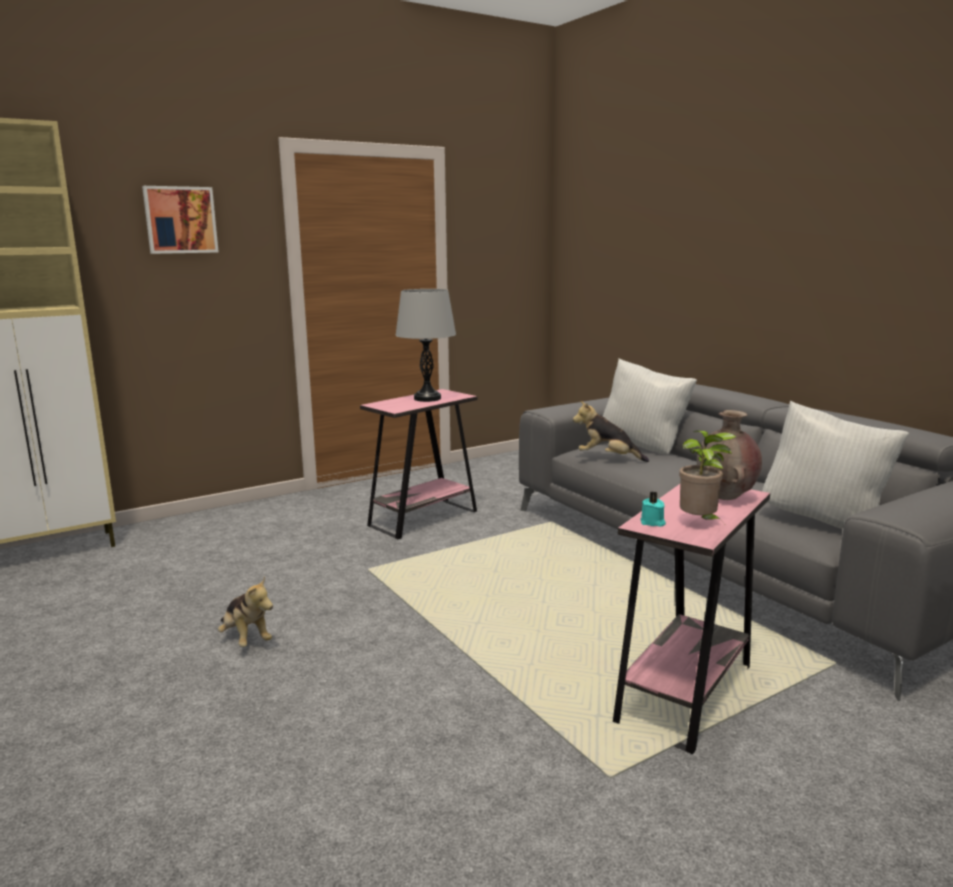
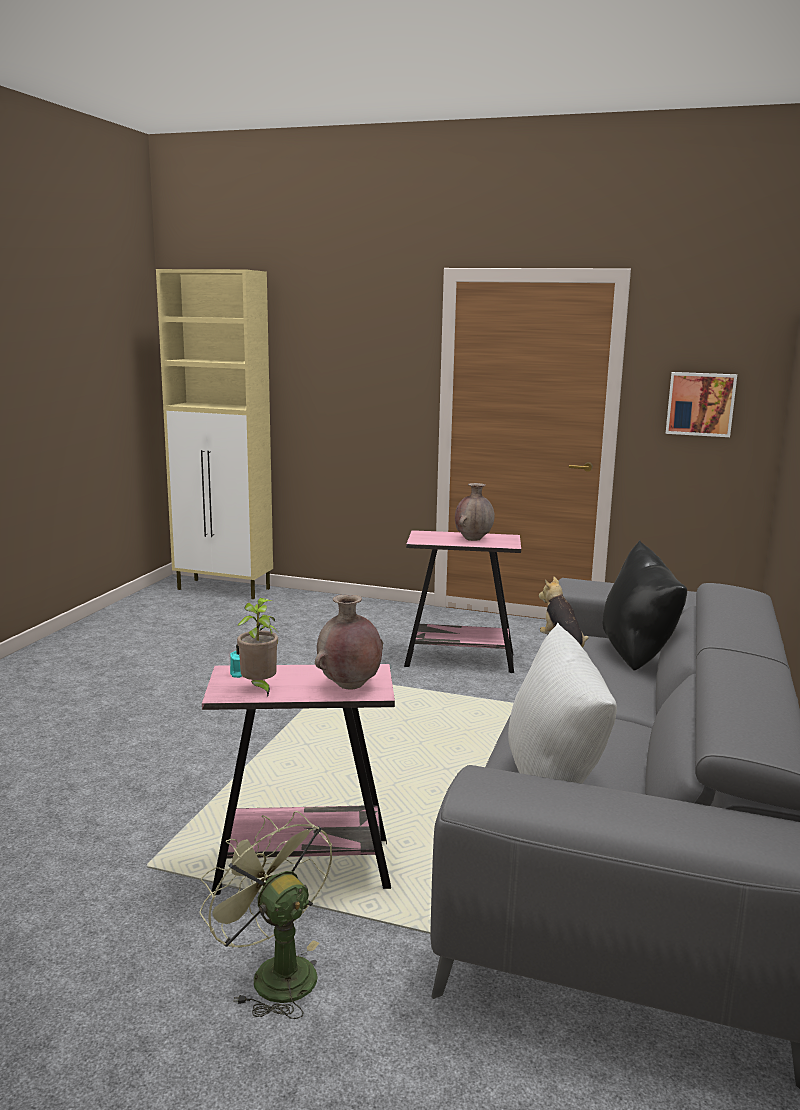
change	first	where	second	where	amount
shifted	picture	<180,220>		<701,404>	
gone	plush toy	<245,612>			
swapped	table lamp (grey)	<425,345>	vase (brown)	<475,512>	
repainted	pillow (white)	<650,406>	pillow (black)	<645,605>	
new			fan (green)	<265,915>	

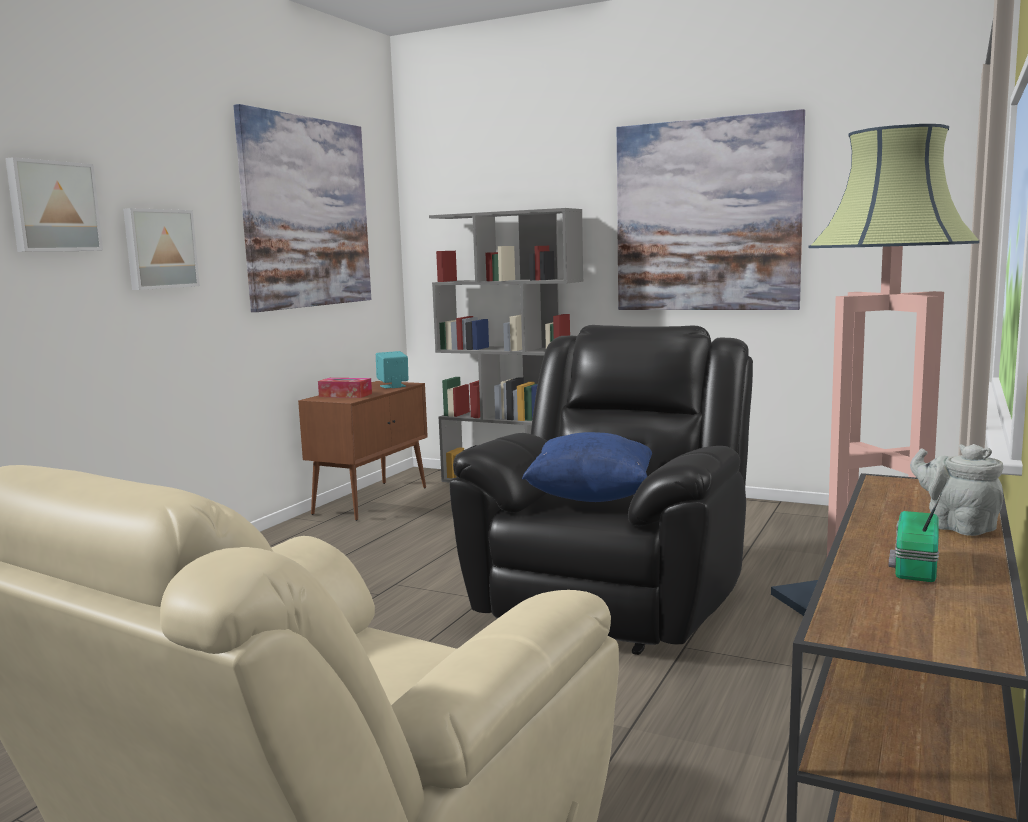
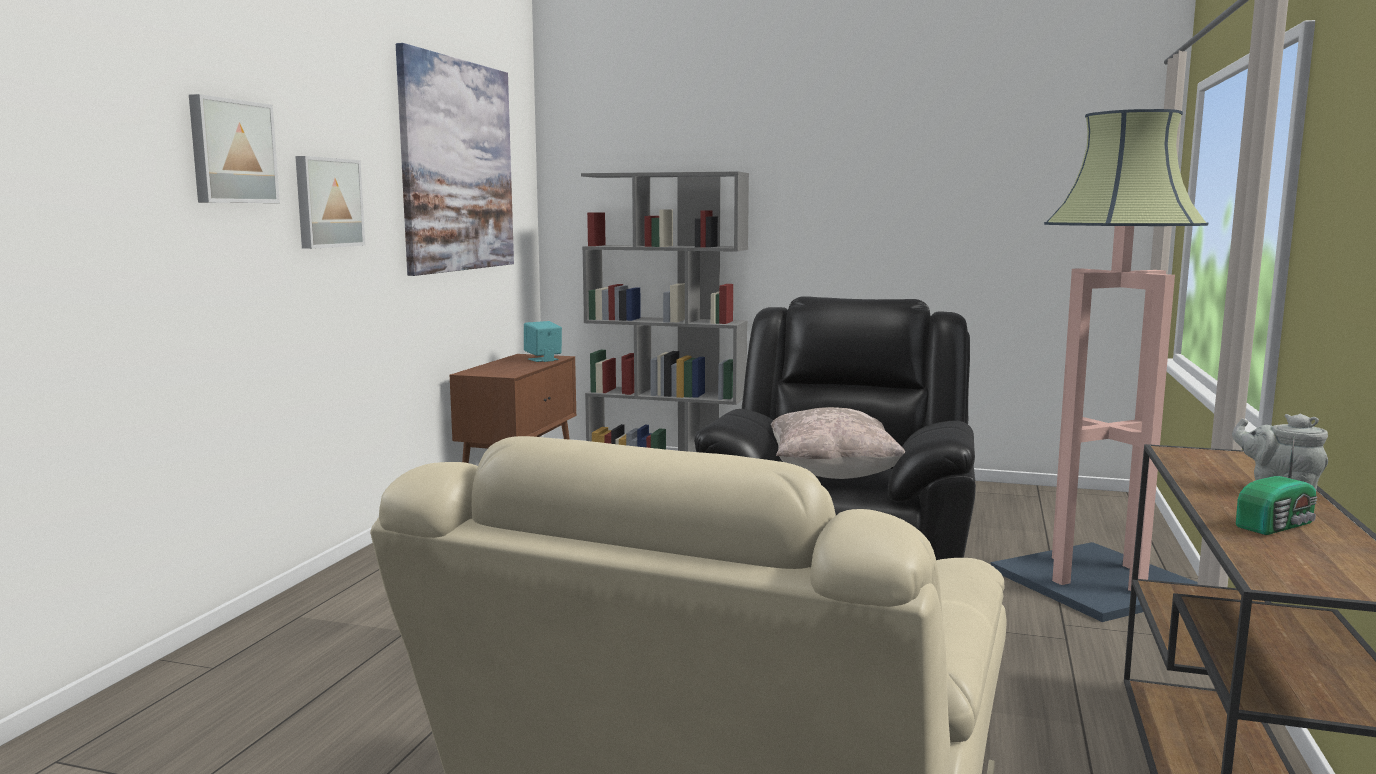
change	first	where	second	where	amount
gone	tissue box	<345,388>			
repainted	pillow (blue)	<587,467>	pillow (beige)	<838,443>	
gone	picture	<711,209>			
rotated	radio	<915,538>		<1276,485>	135 degrees counterclockwise

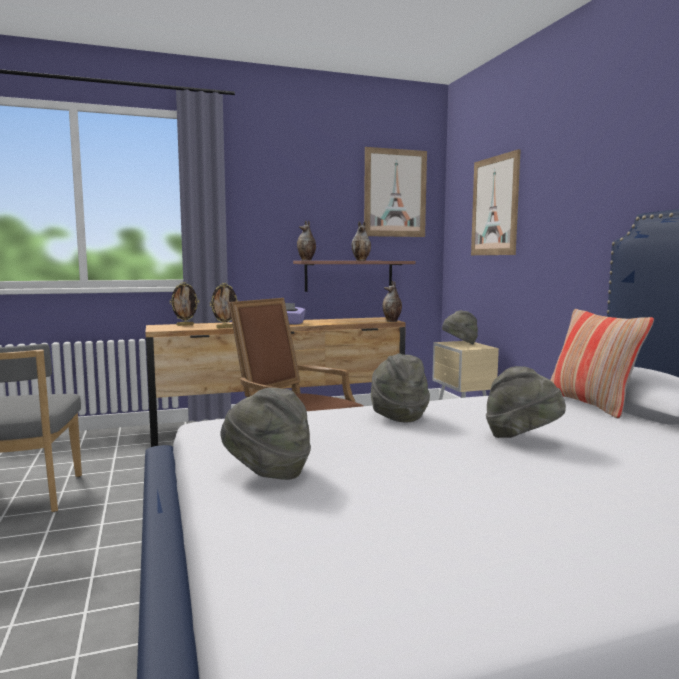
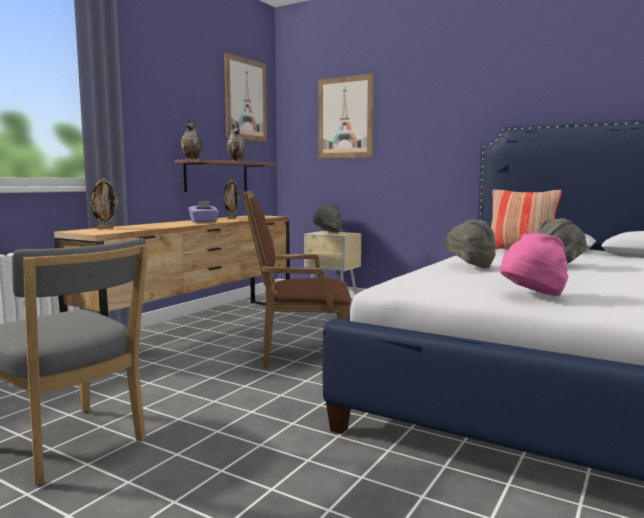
change	first	where	second	where	amount
shifted	picture frame	<224,305>		<232,199>	
repainted	hat (grey)	<265,434>	hat (pink)	<534,264>	
gone	vase	<392,301>			

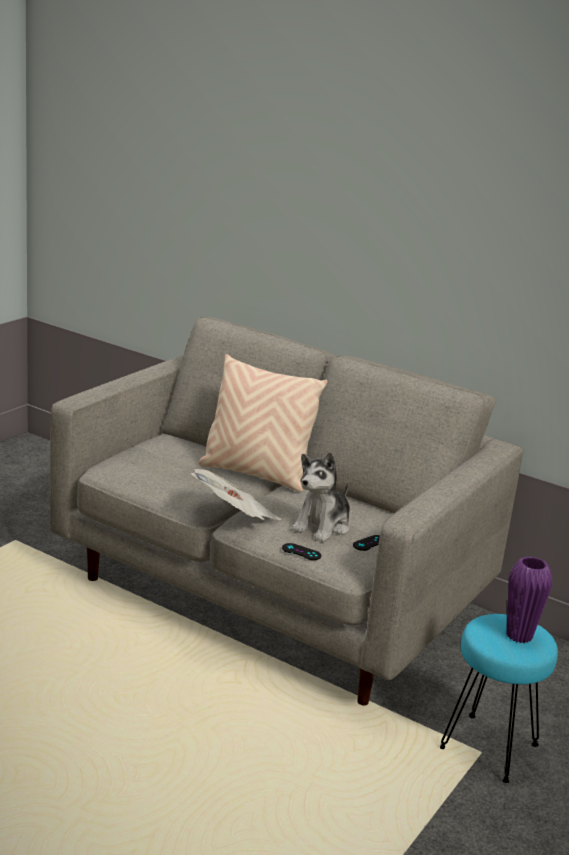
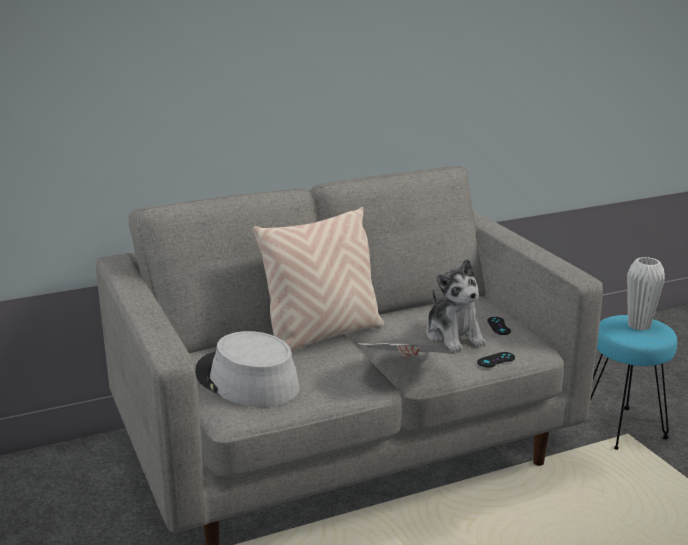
change	first	where	second	where	amount
repainted	vase (purple)	<529,599>	vase (white)	<646,294>	
new			hat (grey)	<247,369>	

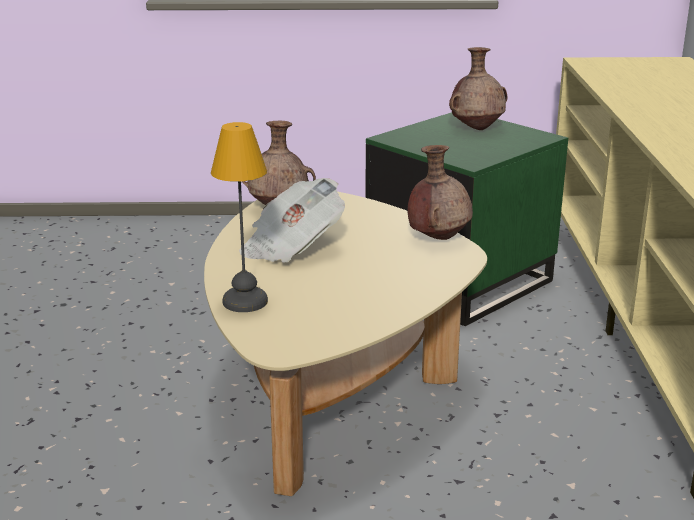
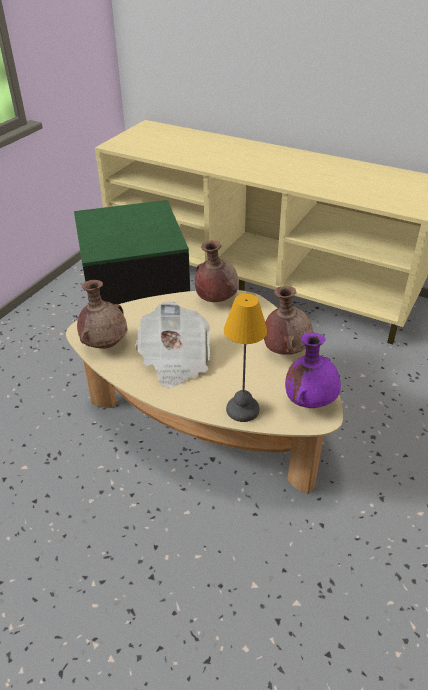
change	first	where	second	where	amount
shifted	vase (brown)	<478,88>		<288,320>	
new			vase (purple)	<313,370>	

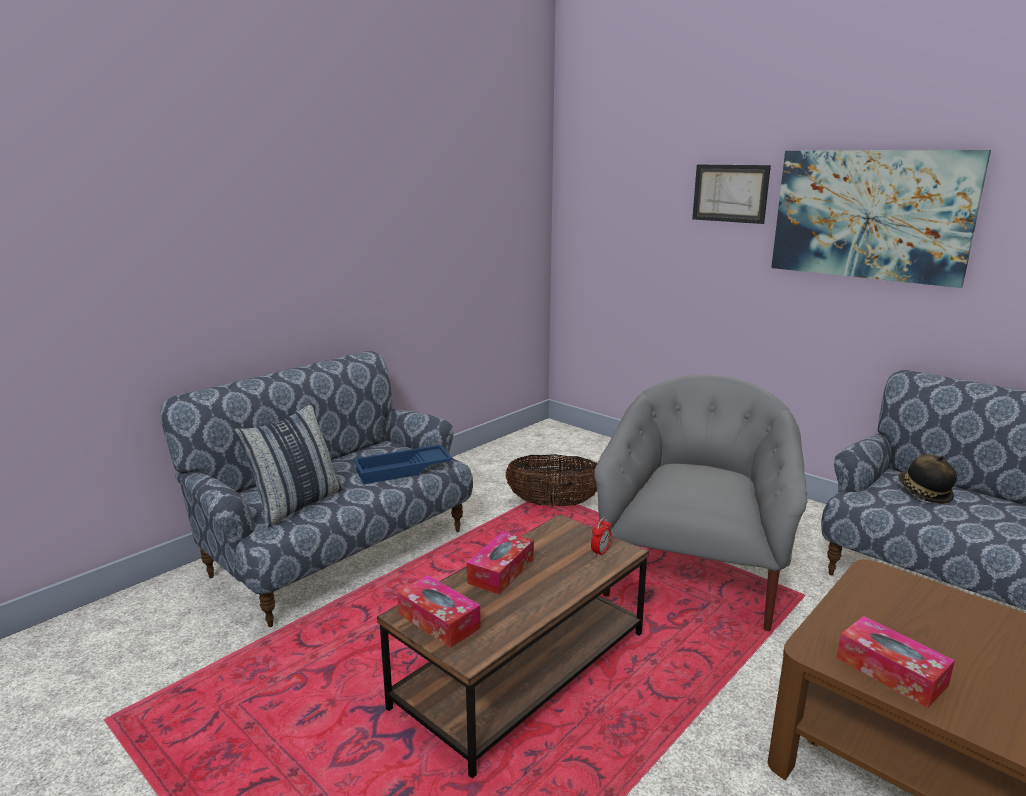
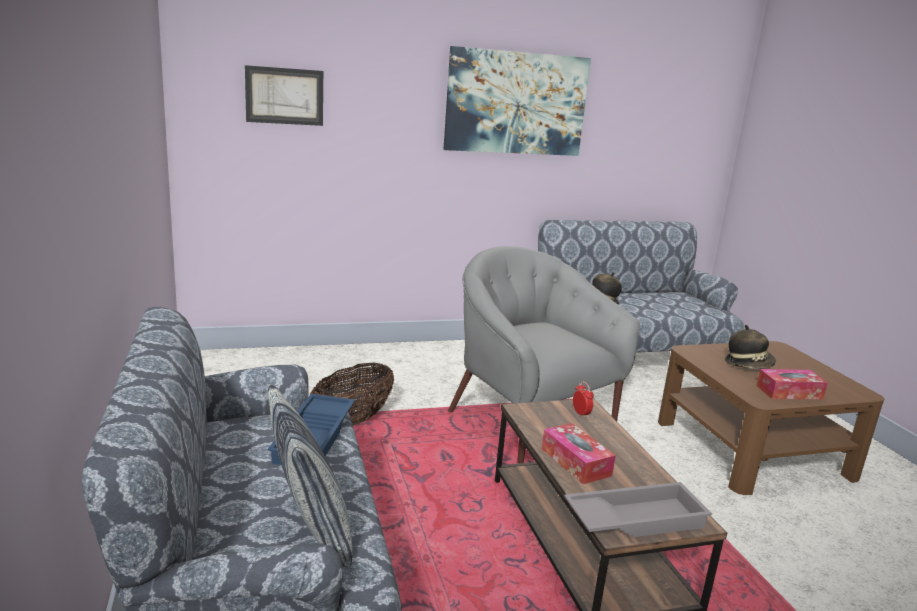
change	first	where	second	where	amount
swapped	tissue box	<439,611>	tray (grey)	<638,509>	
shifted	picture	<731,194>		<284,95>	
new			hat	<750,347>	

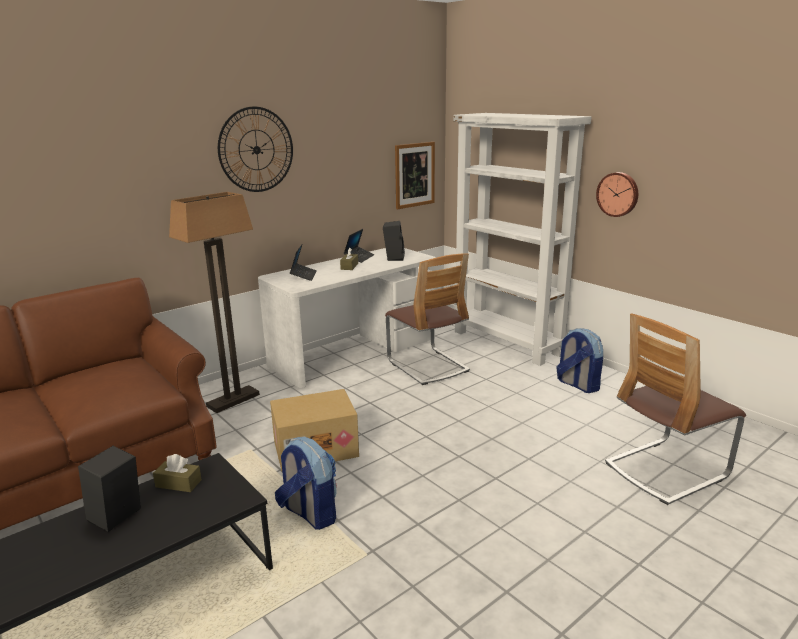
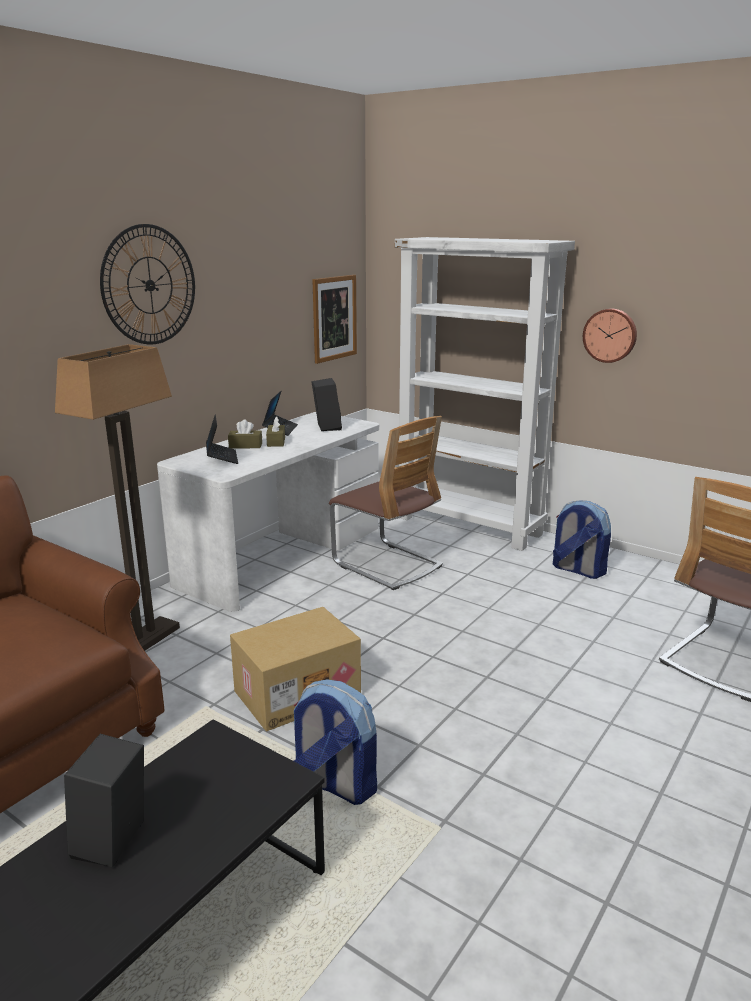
change	first	where	second	where	amount
shifted	tissue box (brown)	<177,473>		<245,434>	

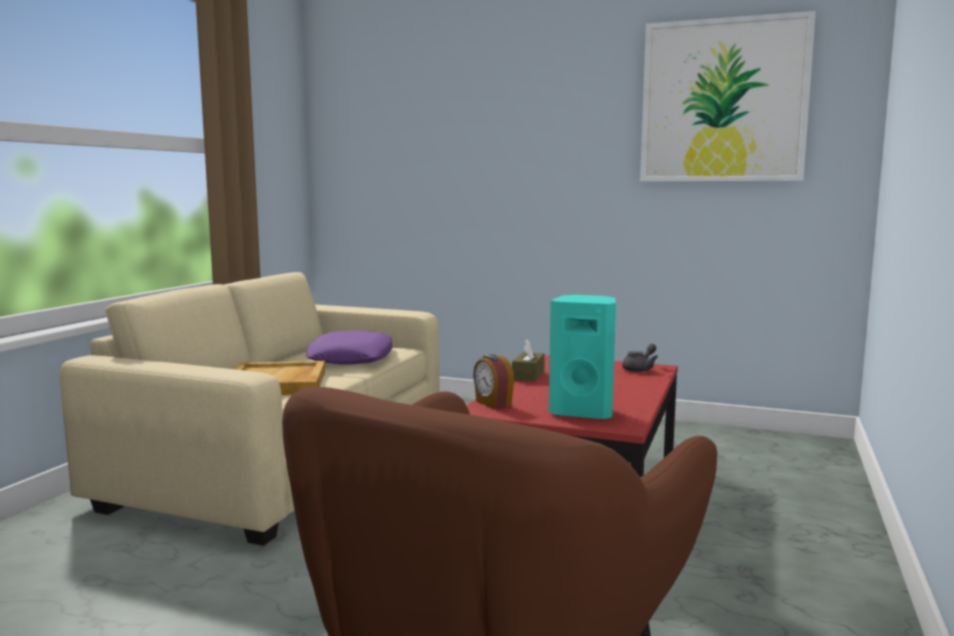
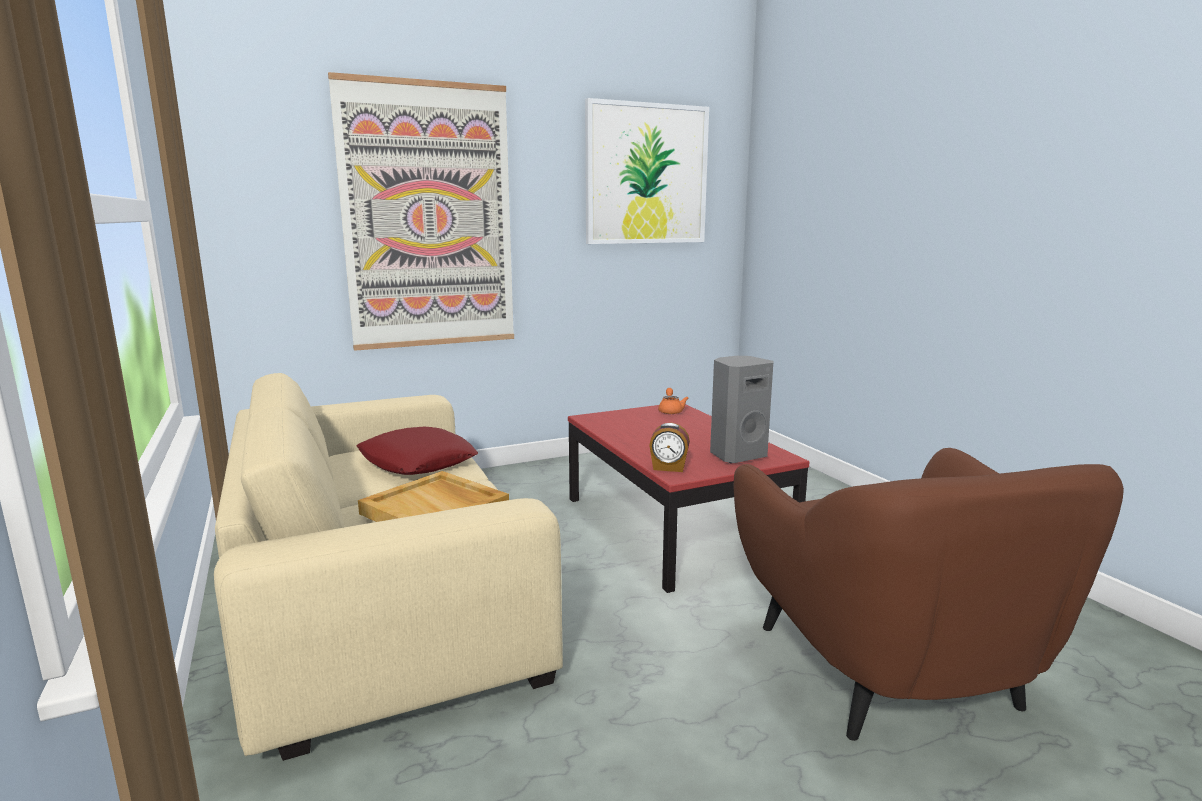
change	first	where	second	where	amount
repainted	pillow (purple)	<349,347>	pillow (red)	<417,451>	
gone	tissue box (brown)	<528,360>			
repainted	speaker (turquoise)	<582,357>	speaker (grey)	<741,409>	
repainted	teapot (grey)	<640,358>	teapot (orange)	<673,401>	
new			picture	<421,211>	

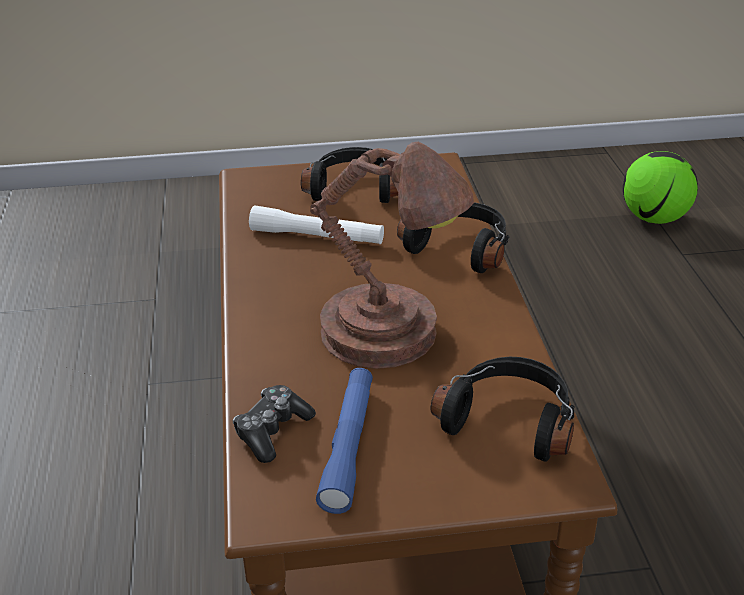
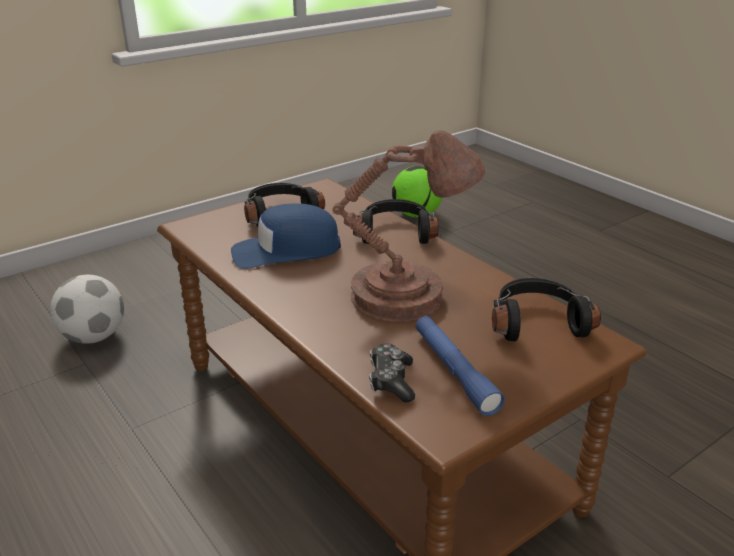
change	first	where	second	where	amount
swapped	flashlight (white)	<316,225>	cap (blue)	<286,236>	
new			football	<87,309>	

